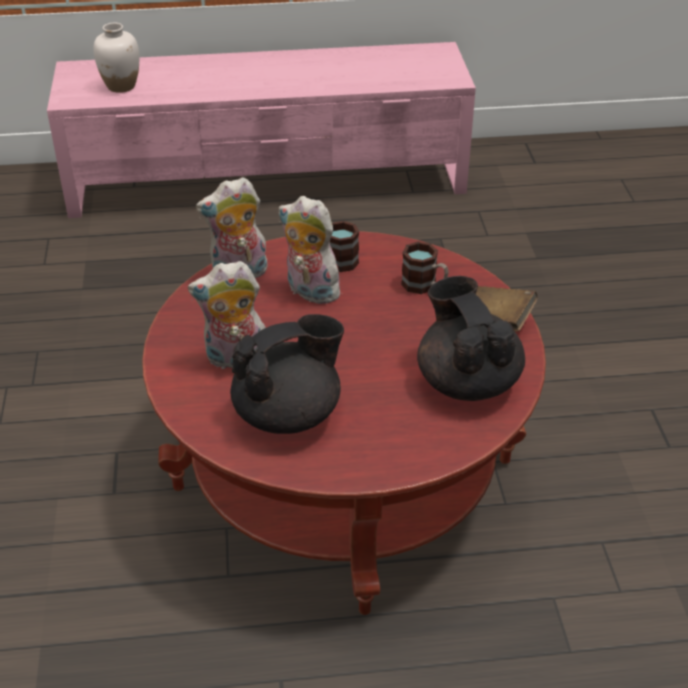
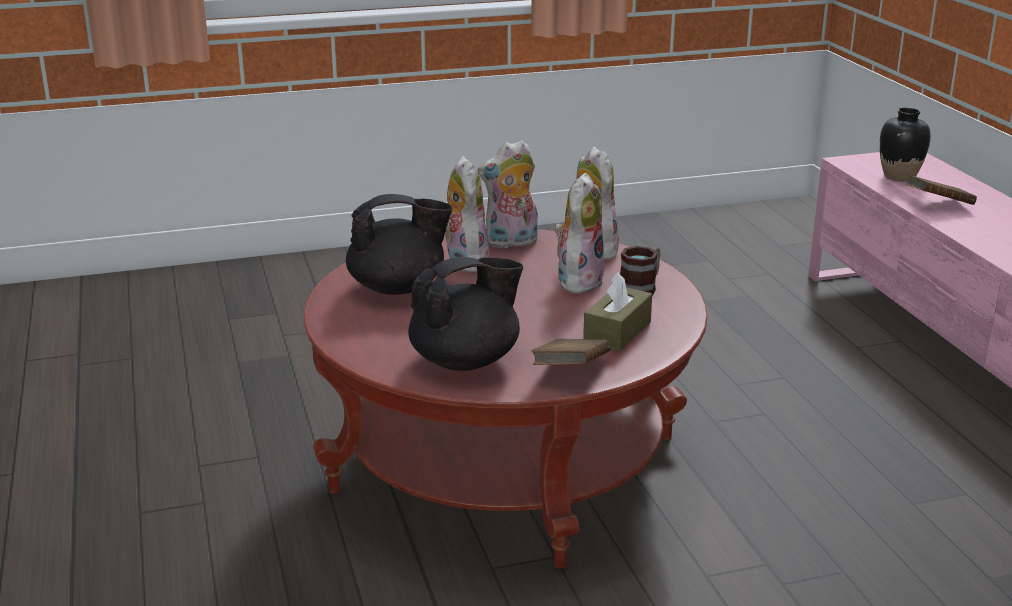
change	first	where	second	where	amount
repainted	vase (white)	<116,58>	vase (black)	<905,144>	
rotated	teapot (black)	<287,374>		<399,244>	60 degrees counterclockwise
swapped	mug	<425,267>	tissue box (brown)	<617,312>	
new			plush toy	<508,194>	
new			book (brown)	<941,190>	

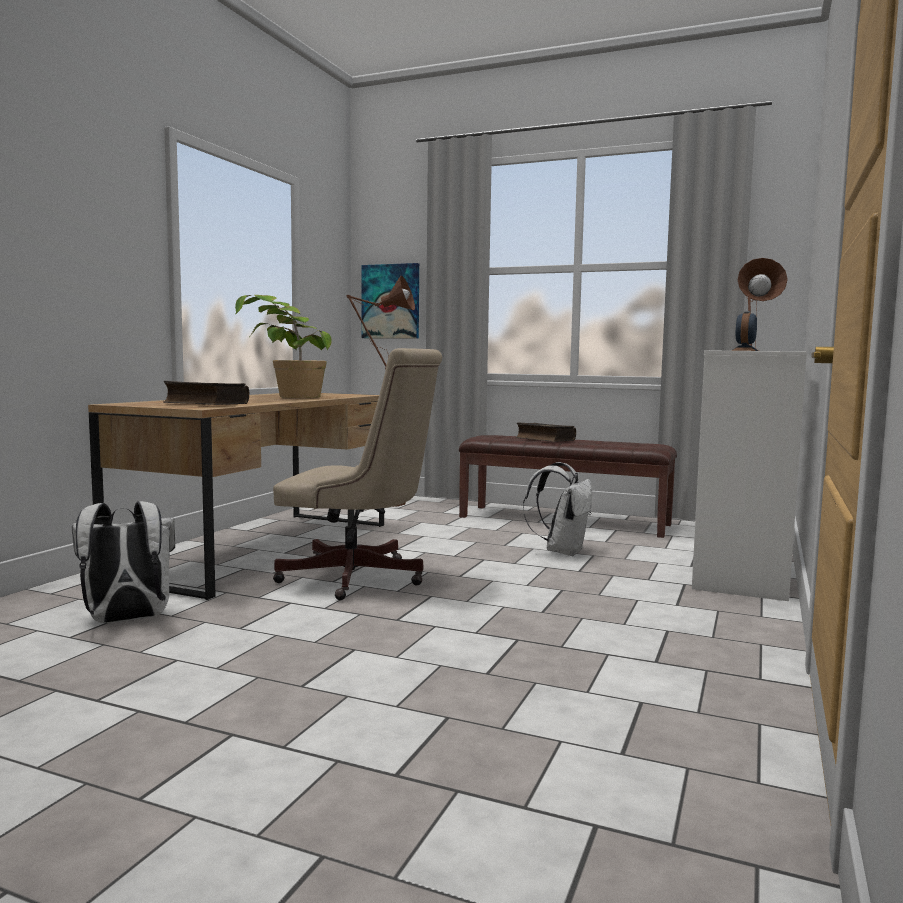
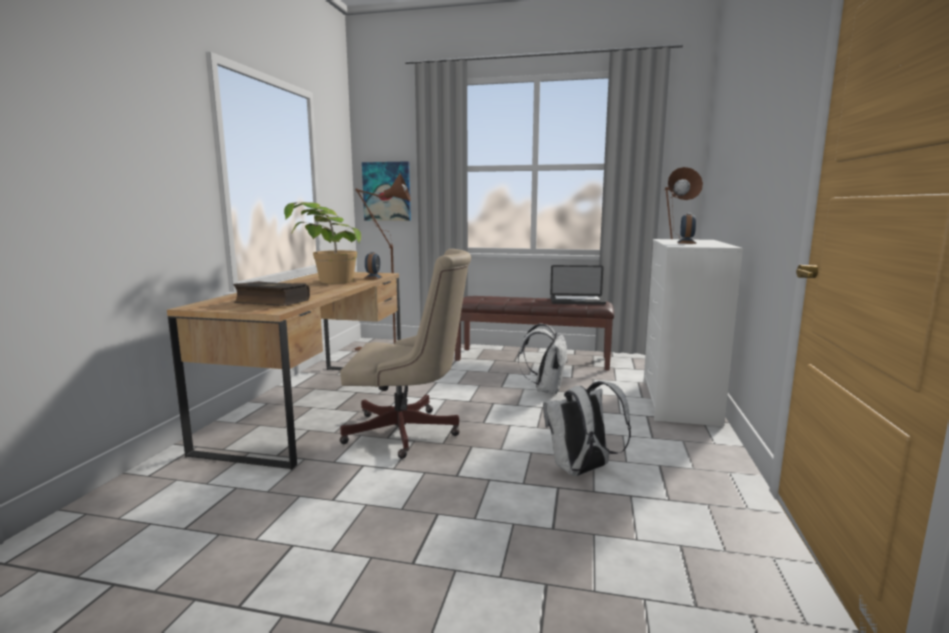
change	first	where	second	where	amount
shifted	backpack (white)	<123,562>		<587,428>	
gone	book	<546,432>			
new			alarm clock	<373,265>	
new			laptop	<578,285>	

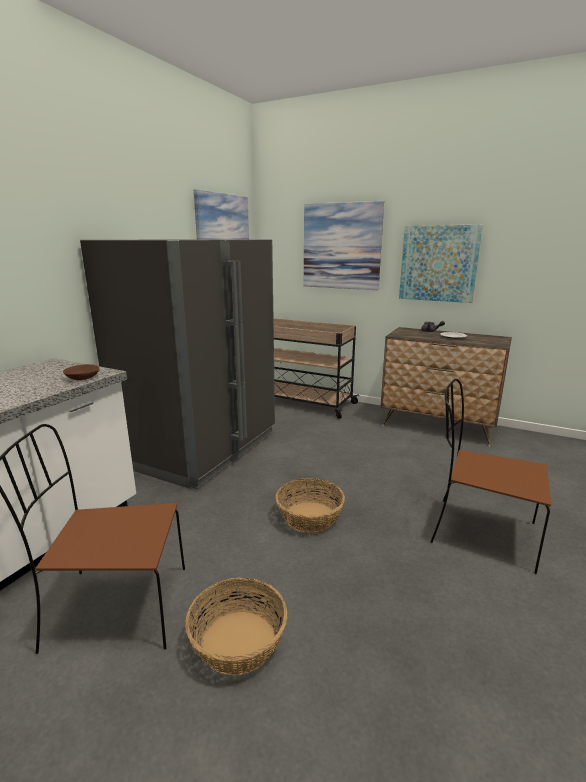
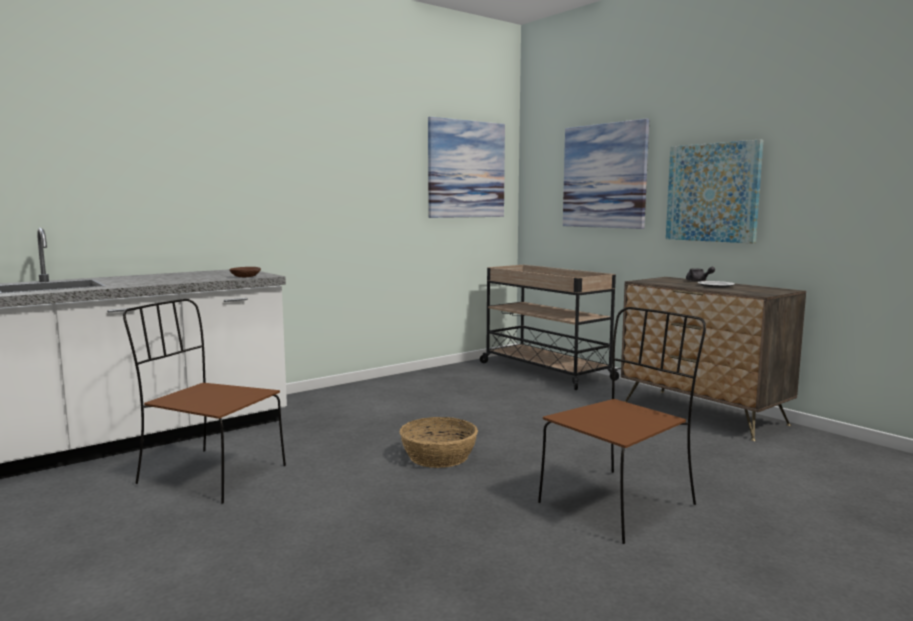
change	first	where	second	where	amount
gone	fridge (grey)	<177,364>			
gone	basket	<236,626>			
rotated	chair (brown)	<491,476>		<622,425>	90 degrees clockwise

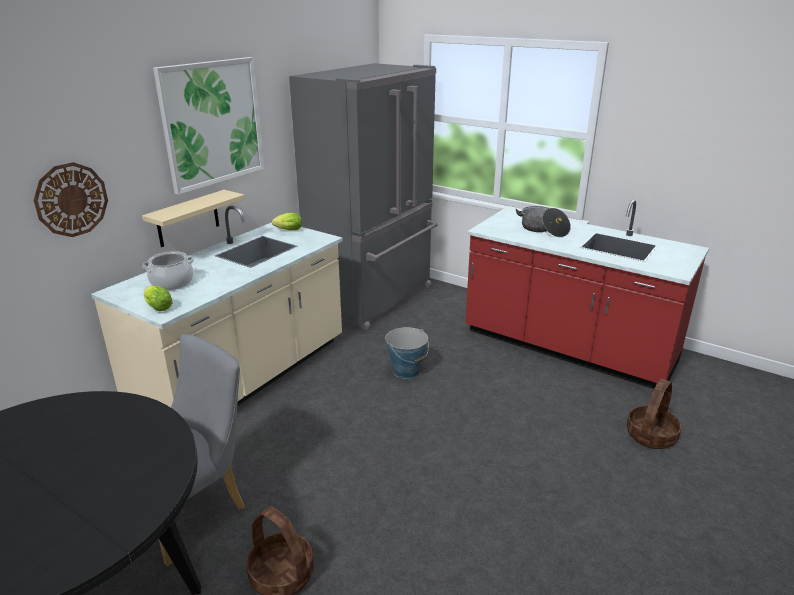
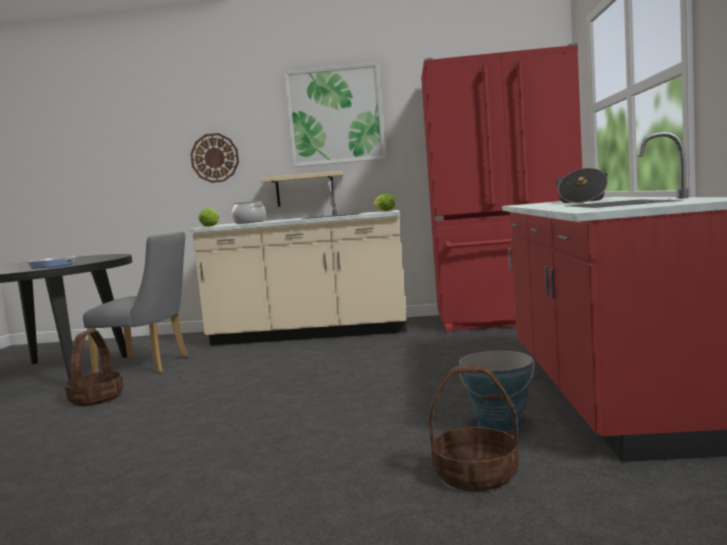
change	first	where	second	where	amount
repainted	fridge (grey)	<363,196>	fridge (red)	<501,187>	
shifted	bucket	<407,353>		<496,391>	
new			frying pan	<51,262>	

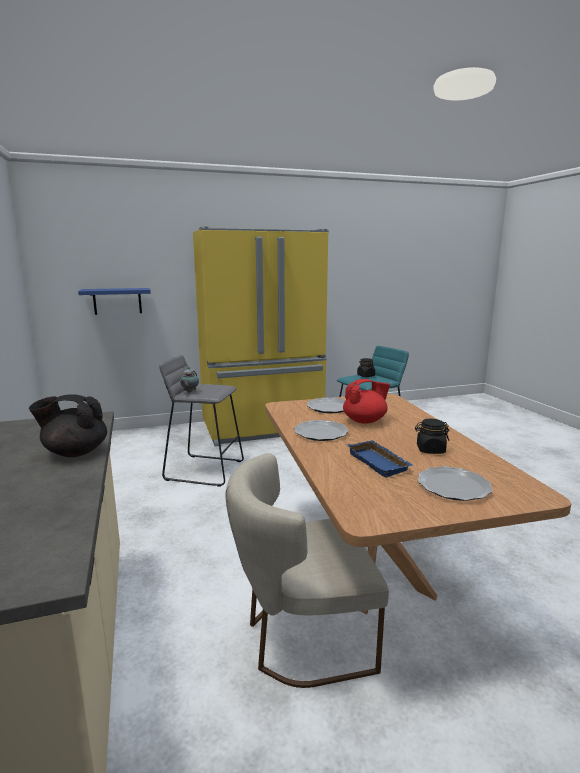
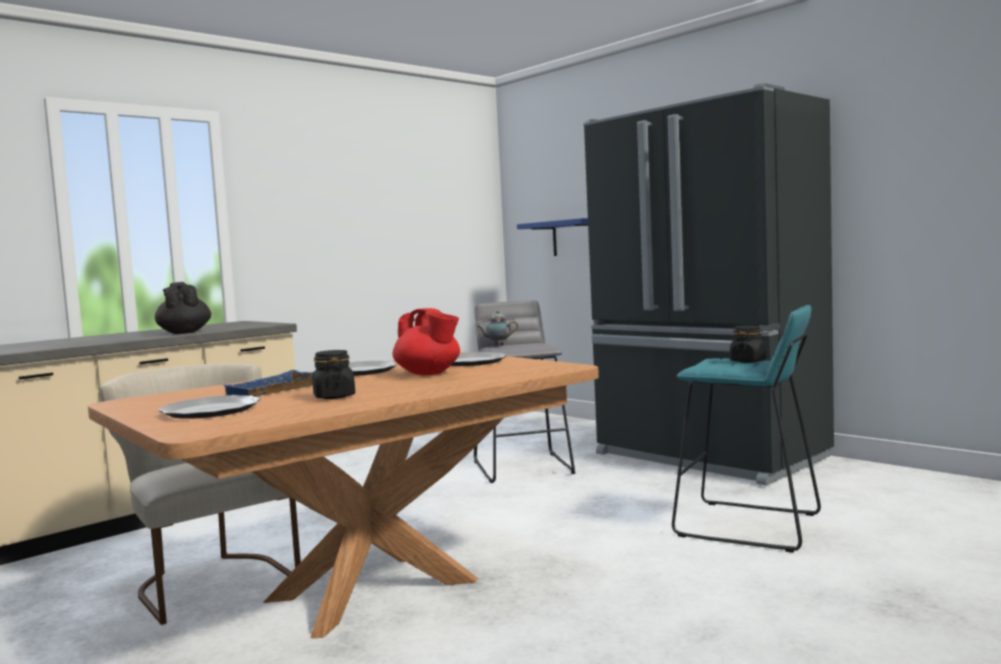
change	first	where	second	where	amount
repainted	fridge (yellow)	<261,336>	fridge (black)	<708,284>	

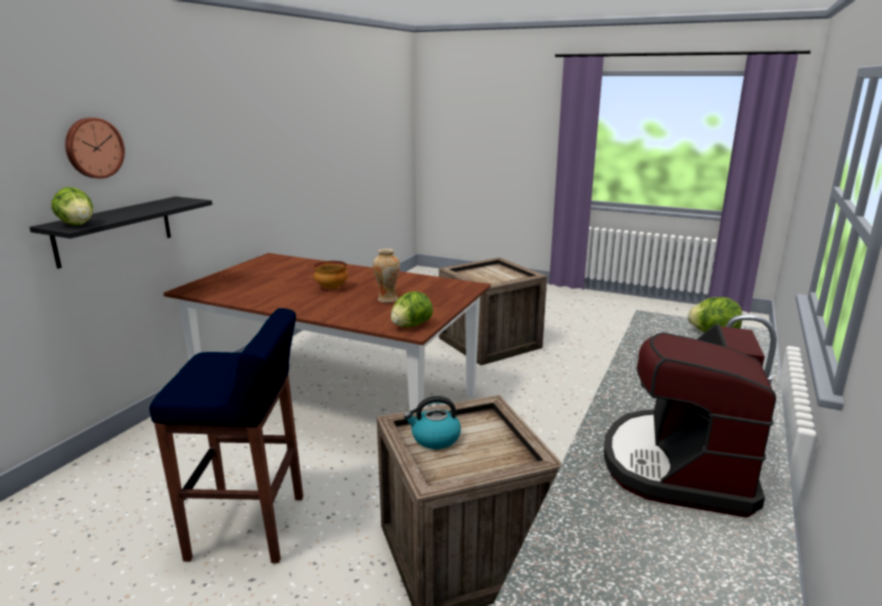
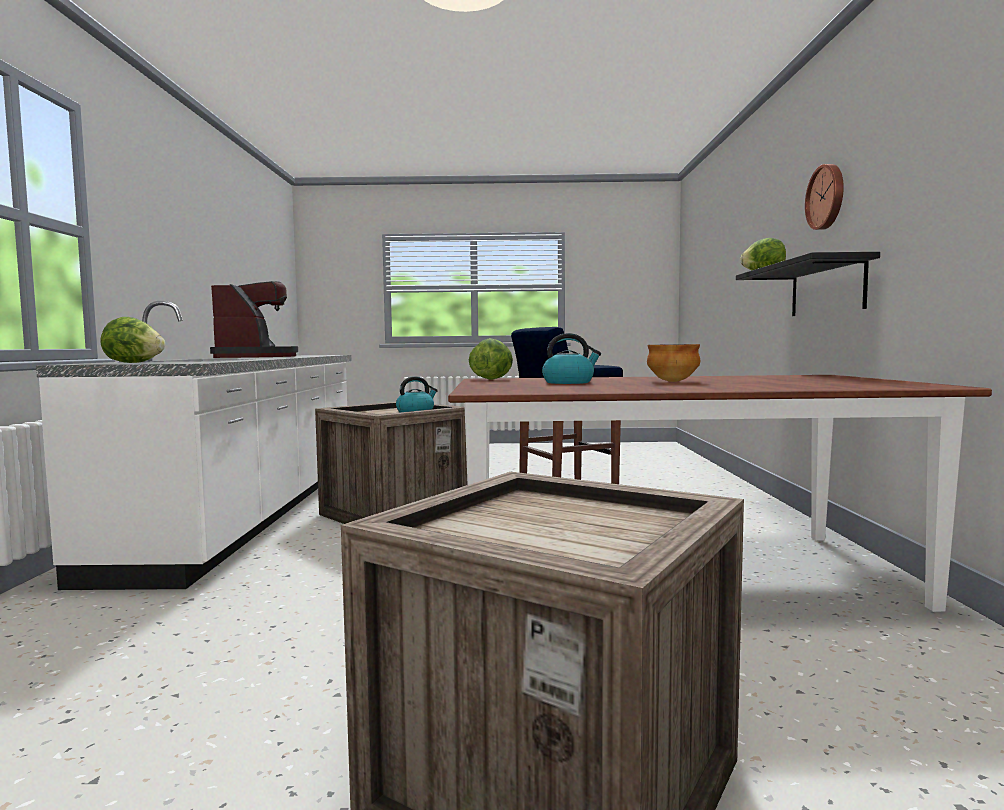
change	first	where	second	where	amount
swapped	vase	<386,276>	kettle	<571,358>	

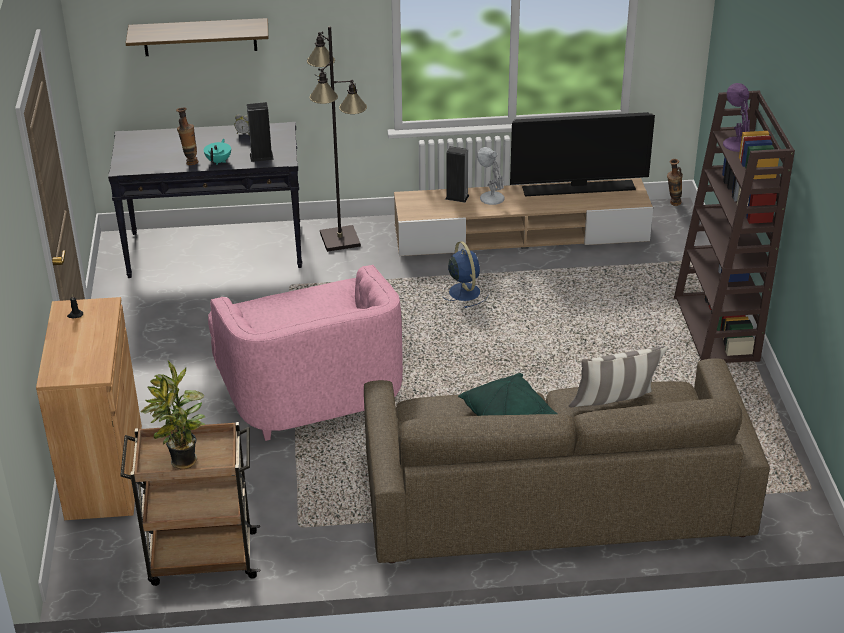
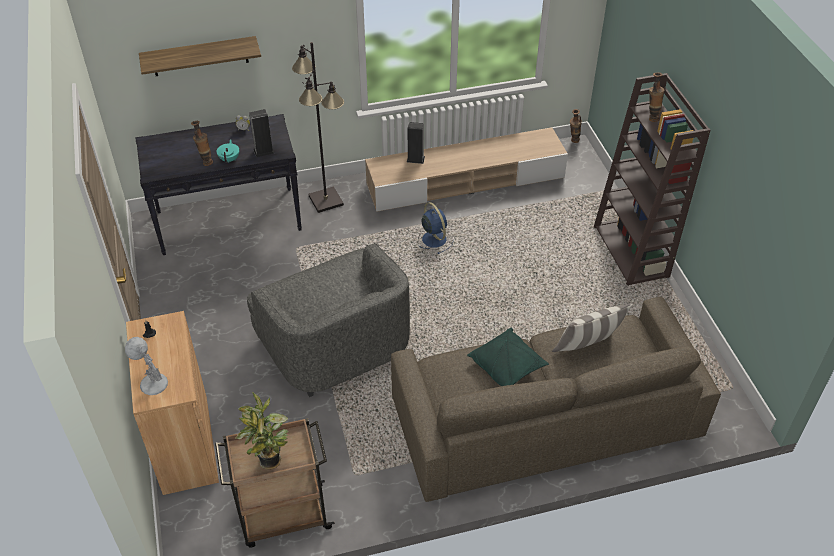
change	first	where	second	where	amount
repainted	armchair (pink)	<305,353>	armchair (grey)	<328,320>	
shifted	table lamp (white)	<491,176>		<146,366>	
gone	television	<582,154>			
swapped	table lamp (purple)	<736,117>	vase	<656,97>	

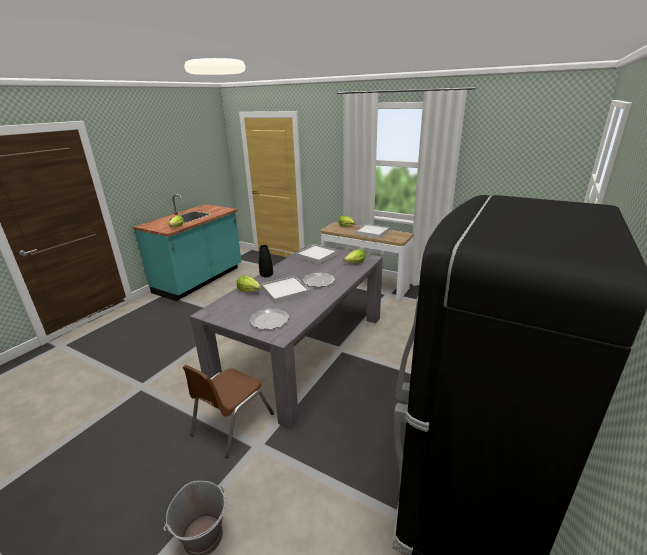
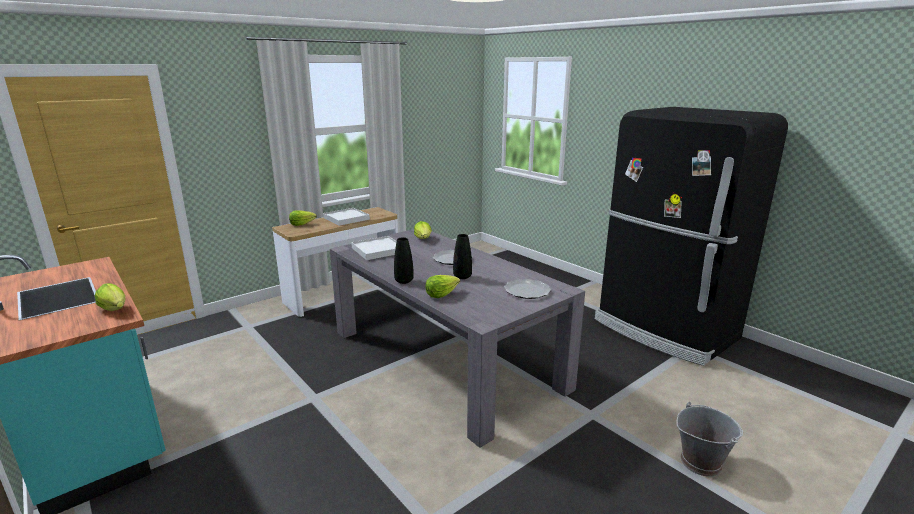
change	first	where	second	where	amount
gone	chair (brown)	<228,411>			
swapped	tray (white)	<285,290>	vase (black)	<462,256>	

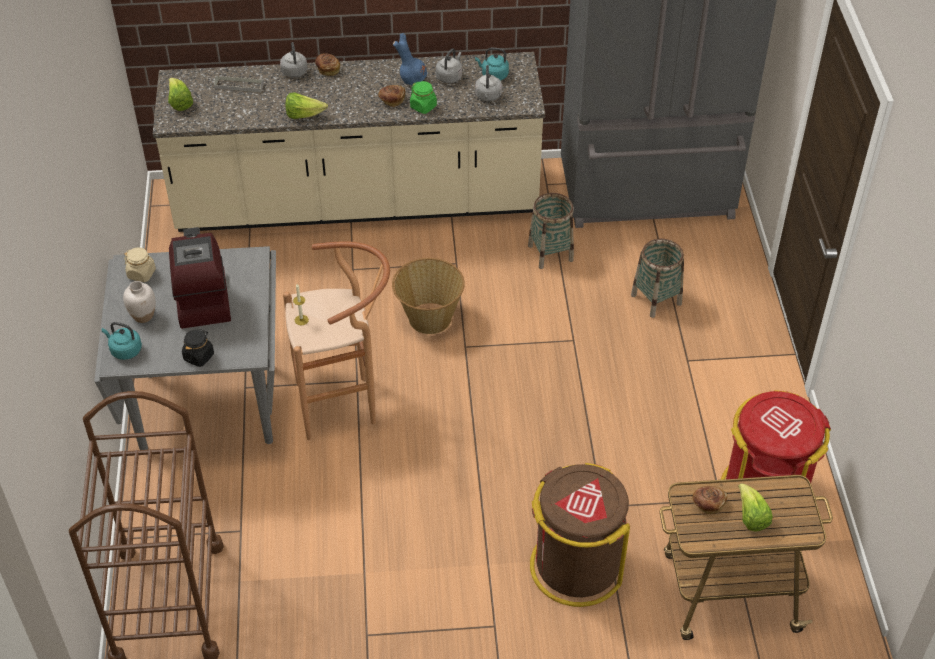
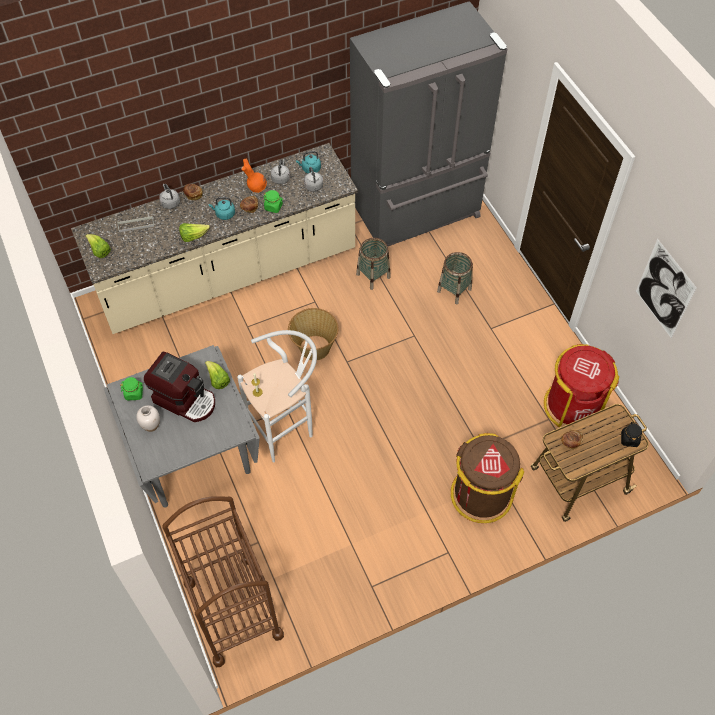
change	first	where	second	where	amount
shifted	kettle (turquoise)	<122,341>		<222,208>	
repainted	jar (beige)	<140,264>	jar (green)	<131,388>	
rotated	coffee machine	<200,278>		<179,387>	150 degrees clockwise
shifted	jar (black)	<198,348>		<631,435>	
repainted	stool (brown)	<336,340>	stool (white)	<277,396>	
repainted	vase (blue)	<410,59>	vase (orange)	<254,176>	
shifted	lettuce	<755,507>		<217,375>	
new			picture	<666,288>	

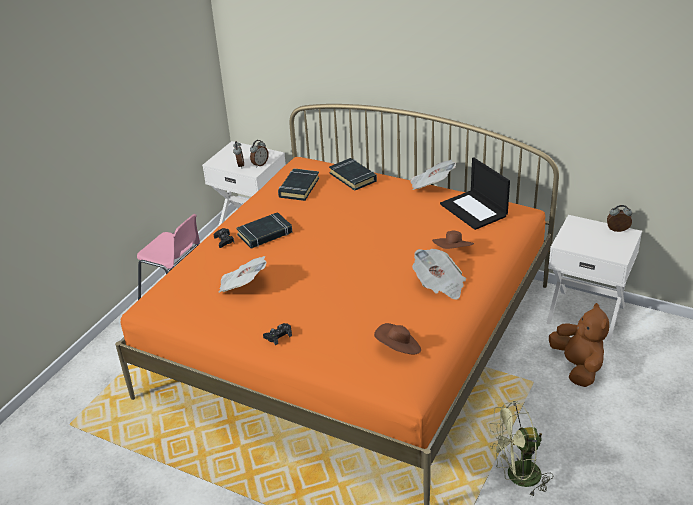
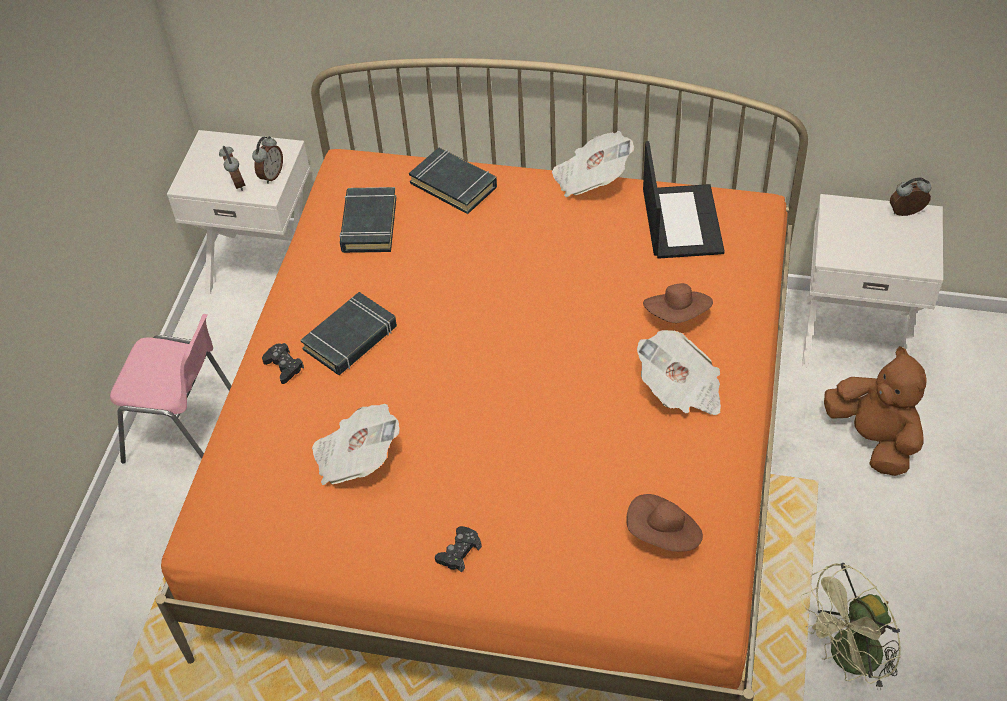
change	first	where	second	where	amount
rotated	laptop	<475,193>		<684,200>	135 degrees counterclockwise

